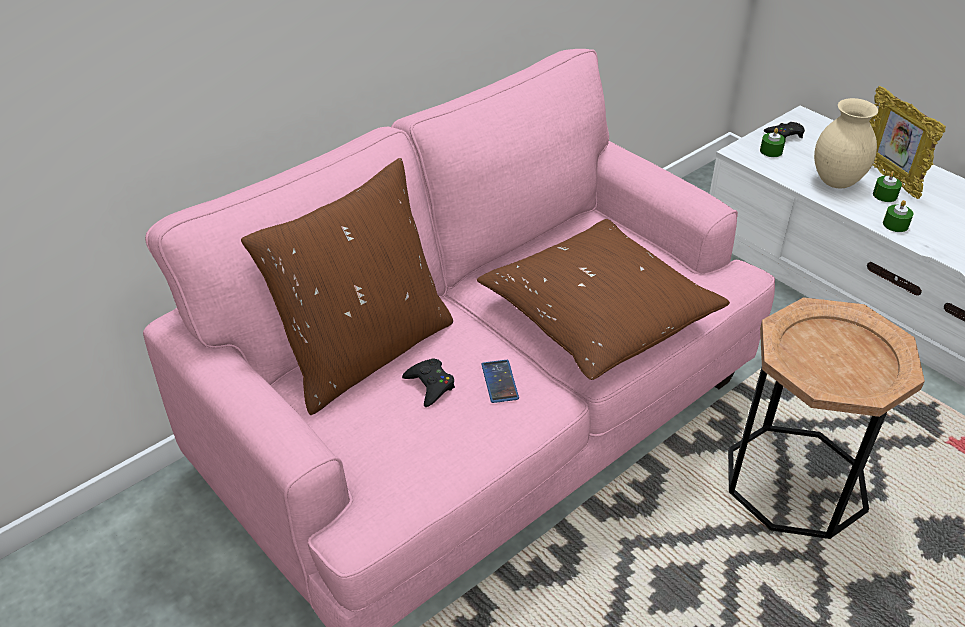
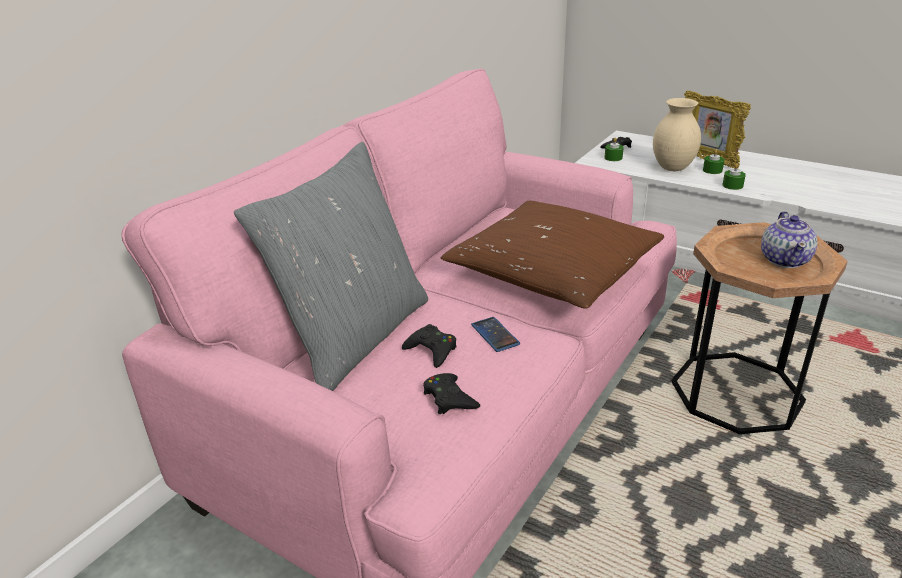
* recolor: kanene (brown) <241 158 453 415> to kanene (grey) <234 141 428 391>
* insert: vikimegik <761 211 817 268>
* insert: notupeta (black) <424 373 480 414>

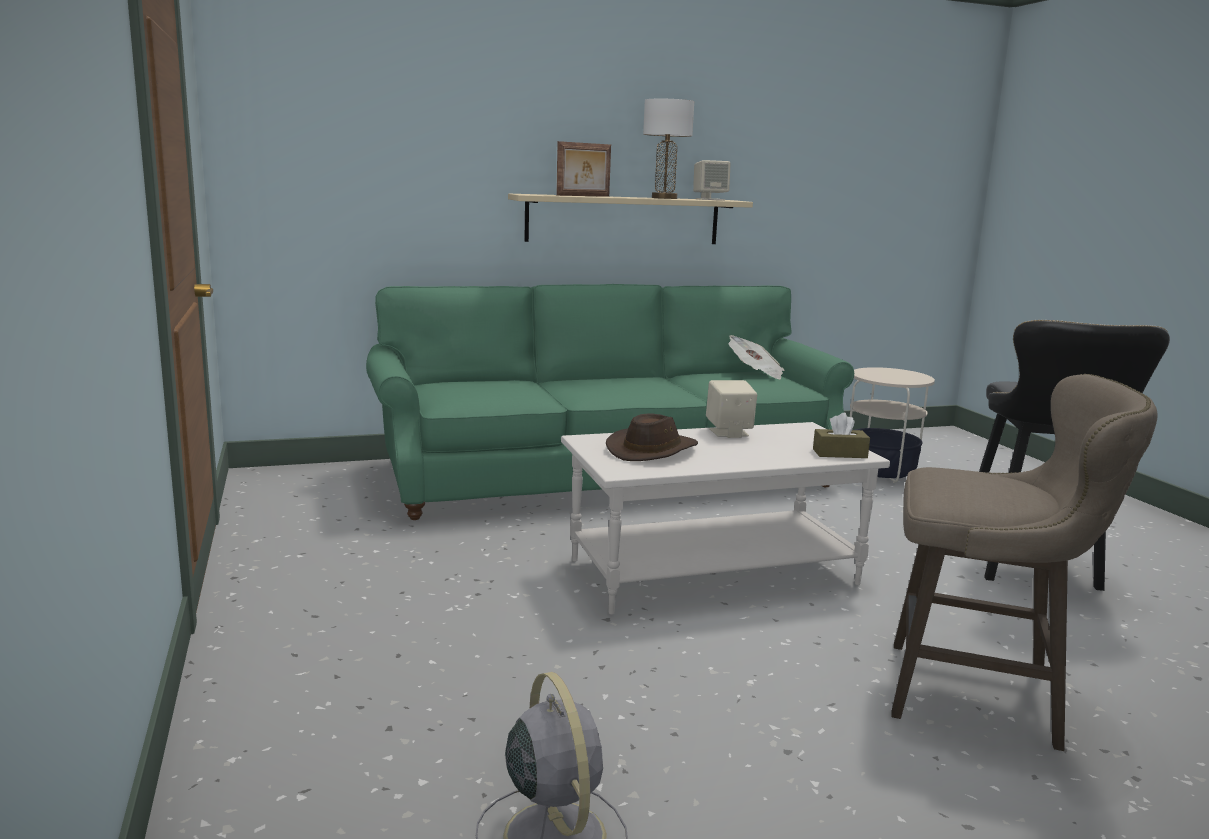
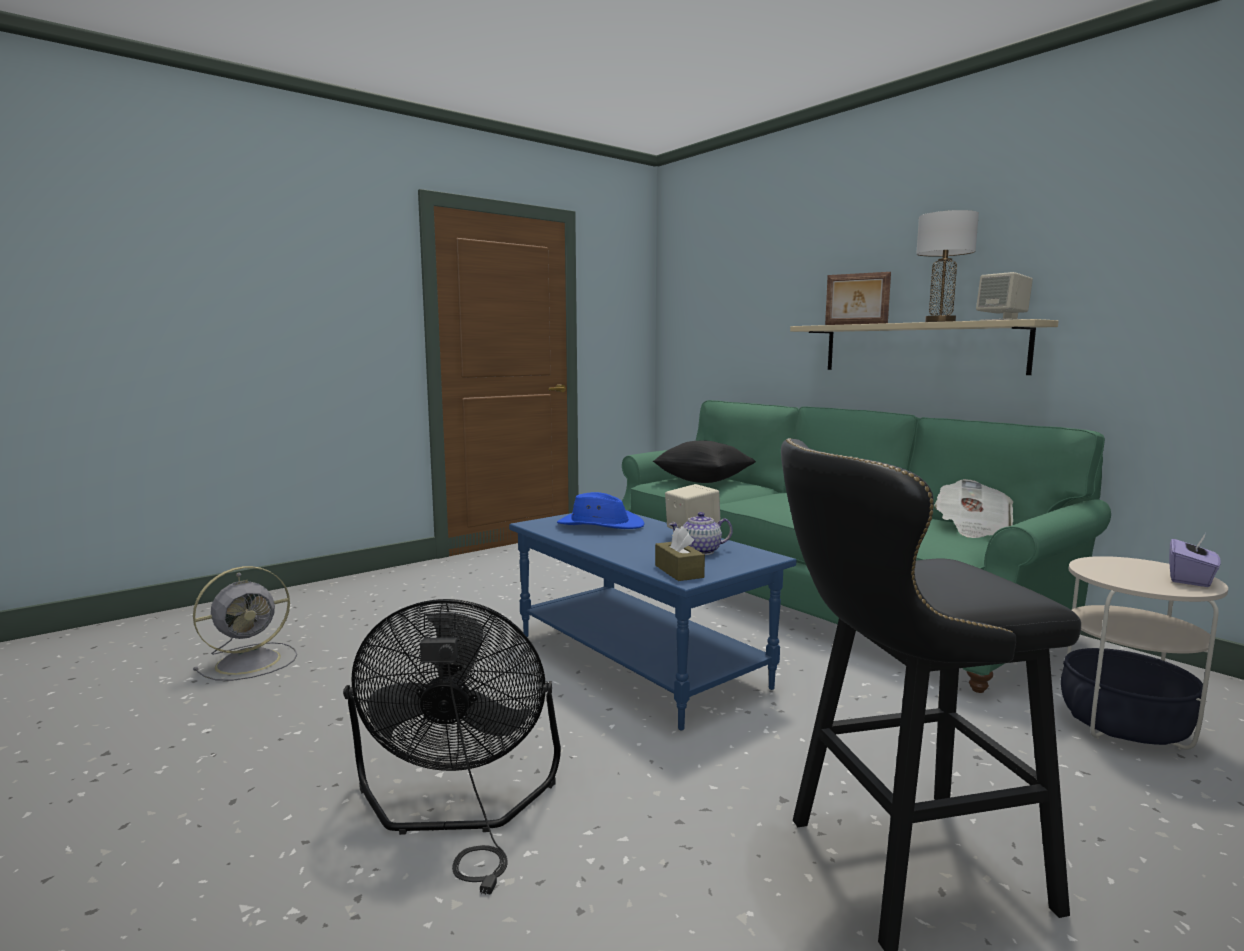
* replace: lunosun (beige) <891 374 1157 751> to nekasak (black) <343 599 561 895>
* recolor: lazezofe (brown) <606 413 698 461> to lazezofe (blue) <557 492 645 529>
* recolor: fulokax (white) <561 422 890 615> to fulokax (blue) <509 513 796 731>
* insert: kanene (black) <653 441 756 483>
* insert: vikimegik <668 512 733 555>
* insert: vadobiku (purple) <1169 534 1221 587>

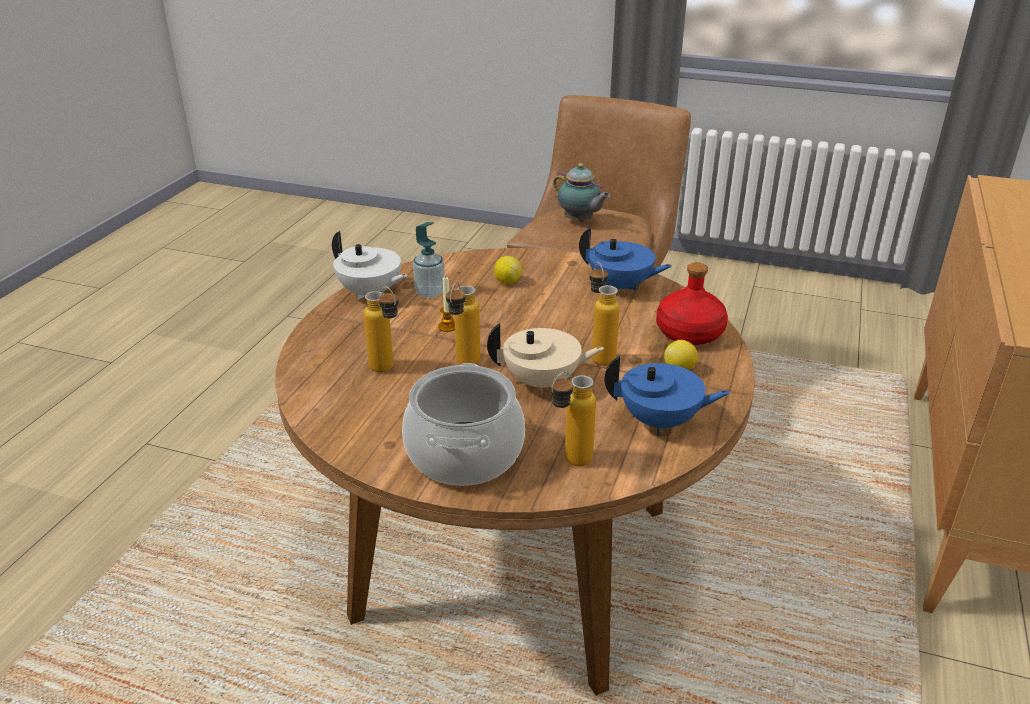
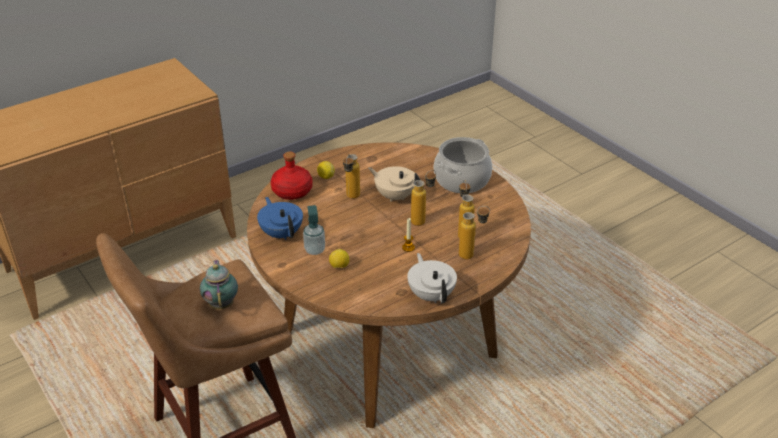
* move: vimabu <413 222 445 298> to <303 205 325 255>
* delete: vikimegik (blue) <605 355 730 435>
* move: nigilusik <551 372 596 466> to <459 206 490 259>

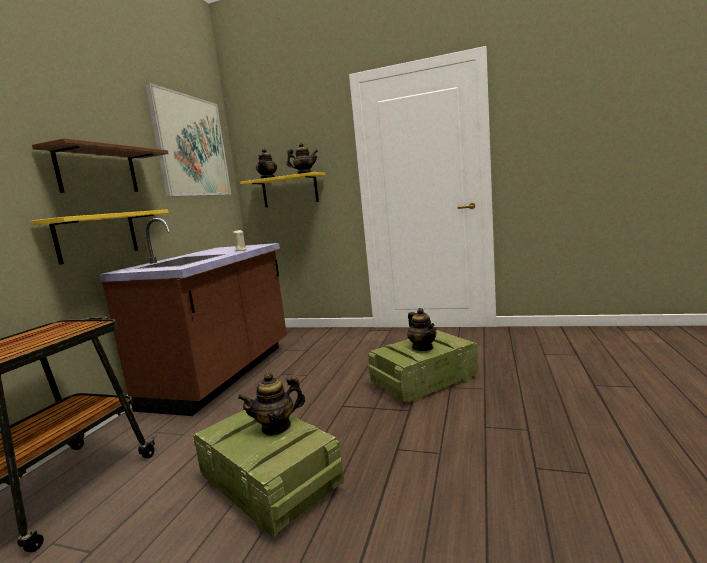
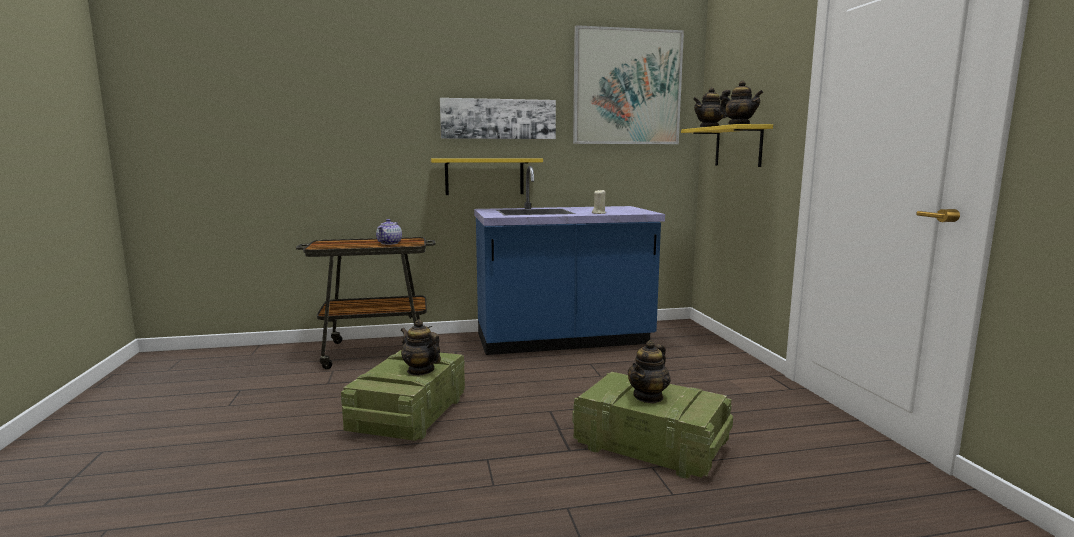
* replace: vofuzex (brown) <32 138 169 193> to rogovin <440 98 556 139>
* recolor: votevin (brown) <99 218 287 416> to votevin (blue) <474 166 665 355>
* insert: vikimegik <376 219 402 245>

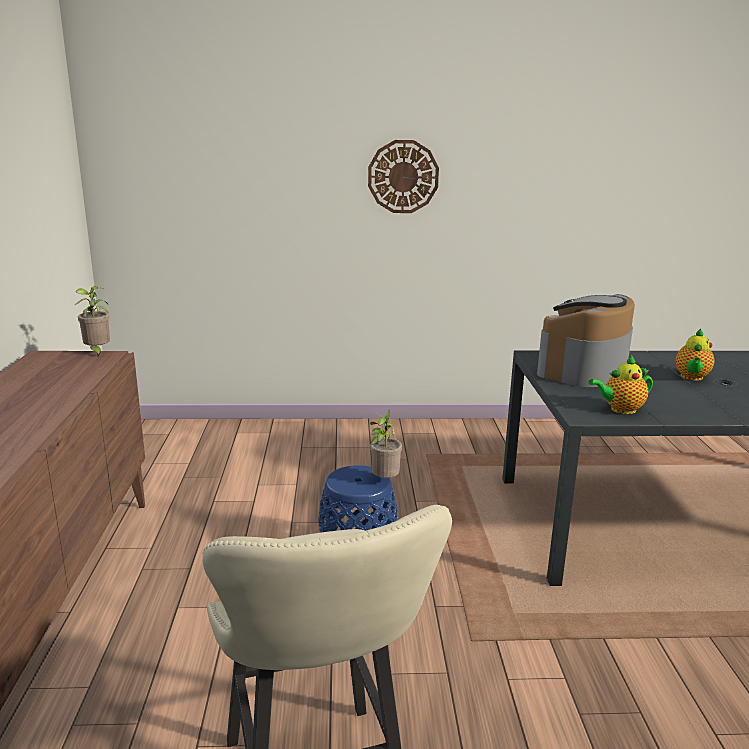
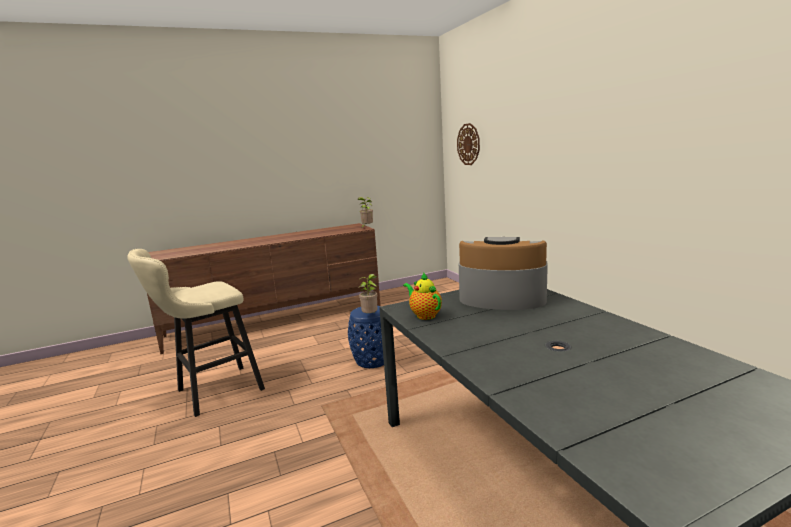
* move: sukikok <368 140 439 213> to <457 123 480 165>
* delete: vikimegik <675 328 715 381>

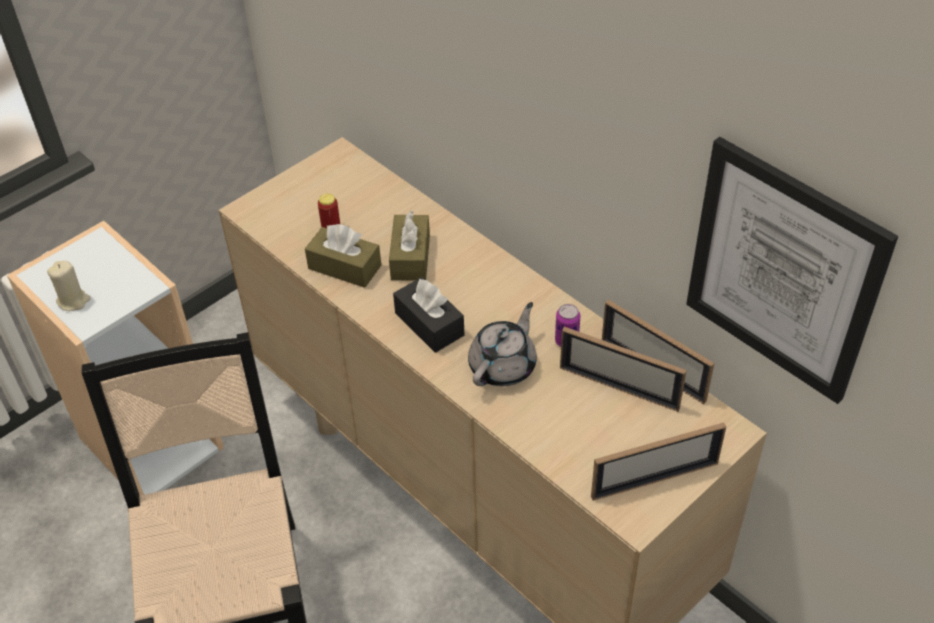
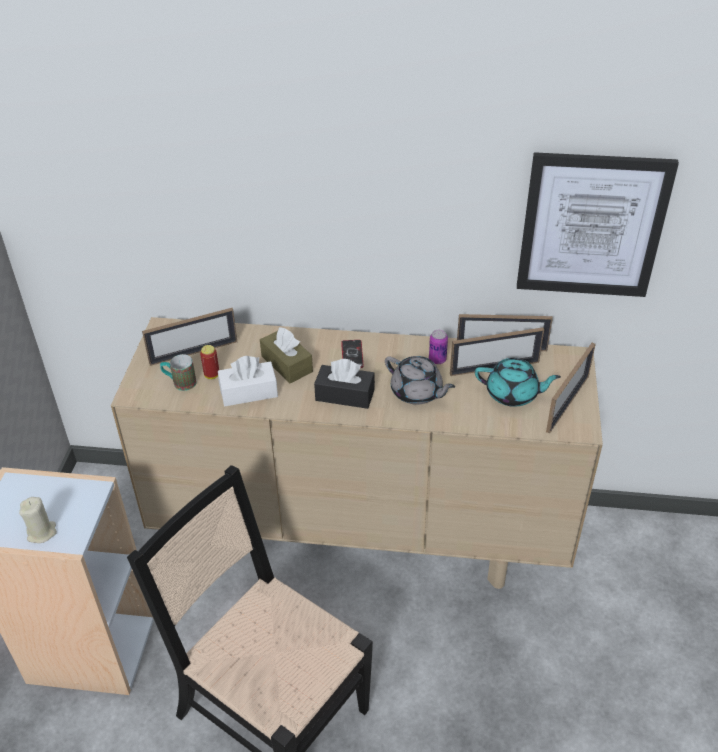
* recolor: vadobiku (brown) <305 224 381 288> to vadobiku (white) <218 356 278 406>
* rotate: vikimegik (grey) <468 302 537 386> = <385 356 455 405> 135 degrees clockwise
* insert: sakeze <142 308 237 366>
* insert: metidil <341 340 364 368>
* insert: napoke <160 354 196 391>
* insert: vikimegik (turquoise) <475 358 561 407>

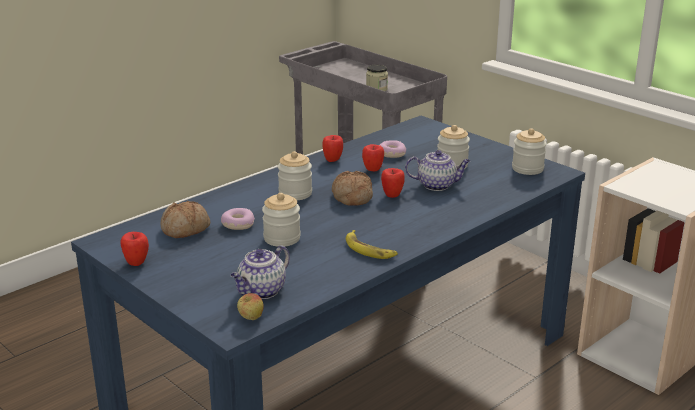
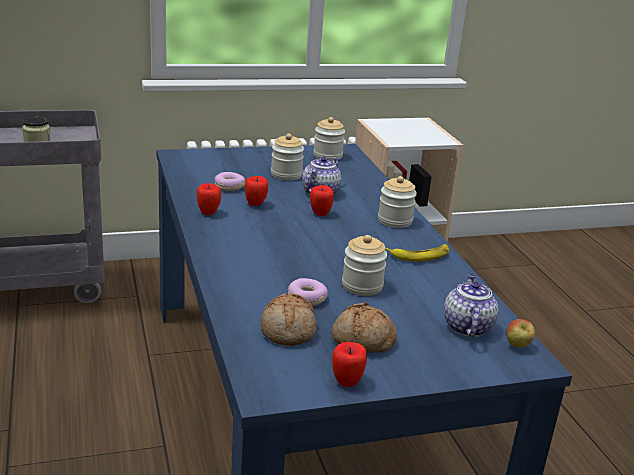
* move: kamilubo <278 151 312 200> to <378 176 417 228>
* move: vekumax <332 171 373 206> to <332 302 397 353>
* rotate: vikimegik <230 246 290 299> = <444 274 498 337> 150 degrees counterclockwise

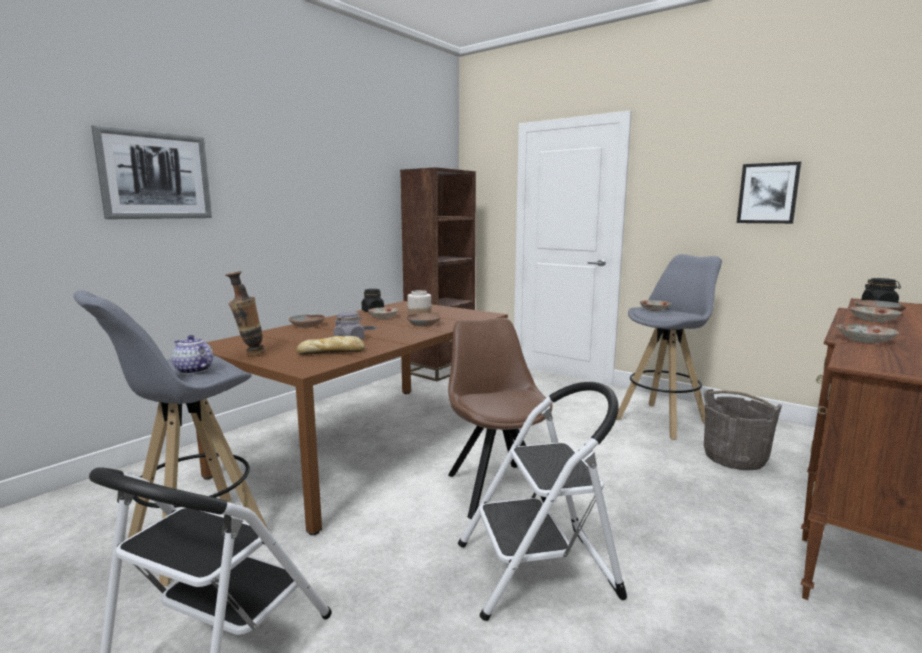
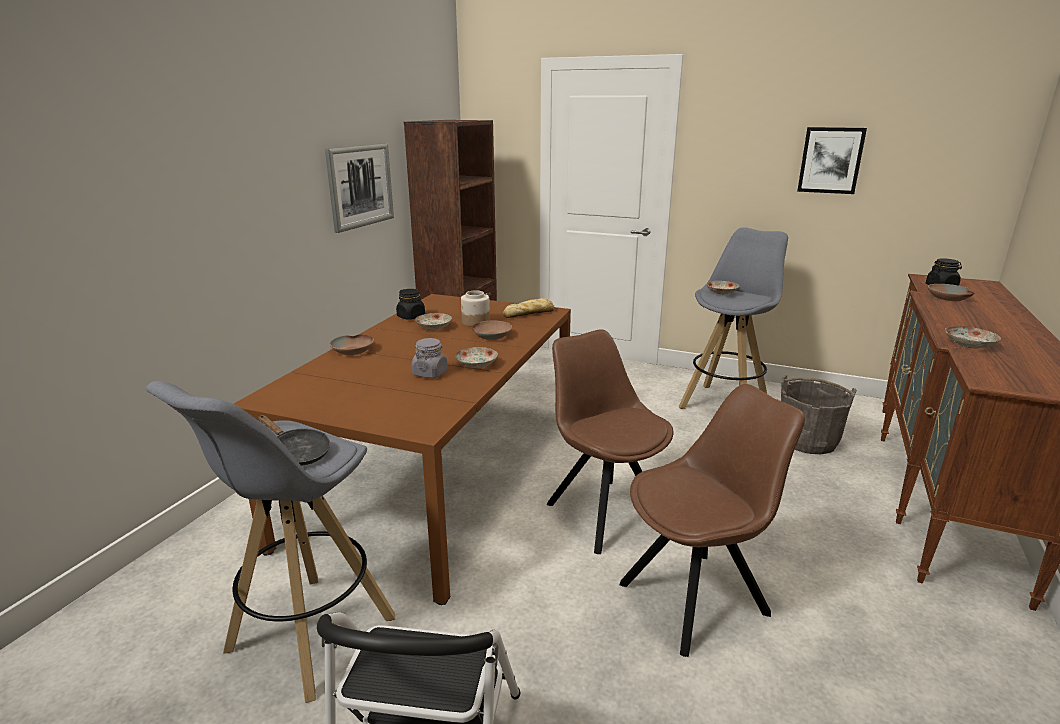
* move: rogovin <91 125 212 219> to <325 143 394 233>
* delete: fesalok <225 271 266 356>
* move: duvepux <850 307 902 322> to <455 347 498 368>
* replace: vikimegik <172 335 213 374> to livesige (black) <258 415 330 466>
* move: vekumax <297 336 365 355> to <503 298 555 318>
* replace: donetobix <458 382 627 621> to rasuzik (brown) <620 384 805 657>

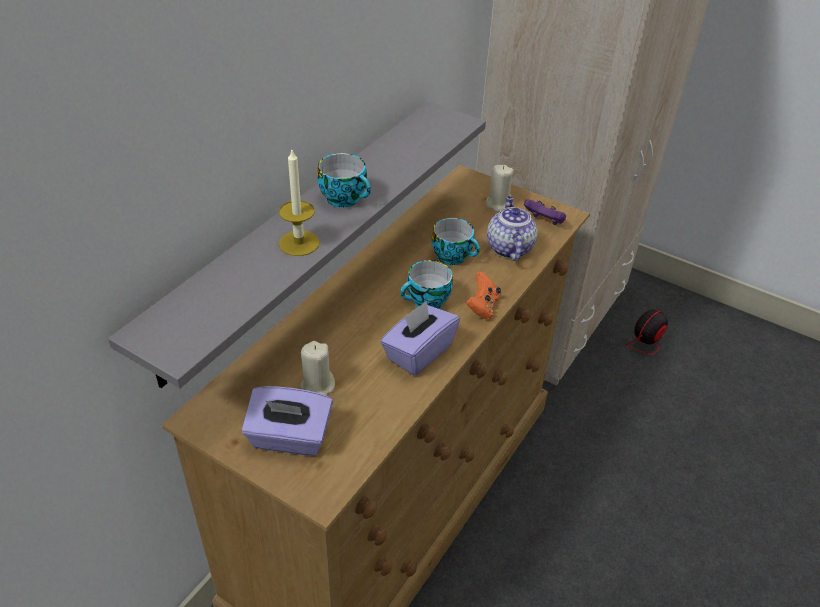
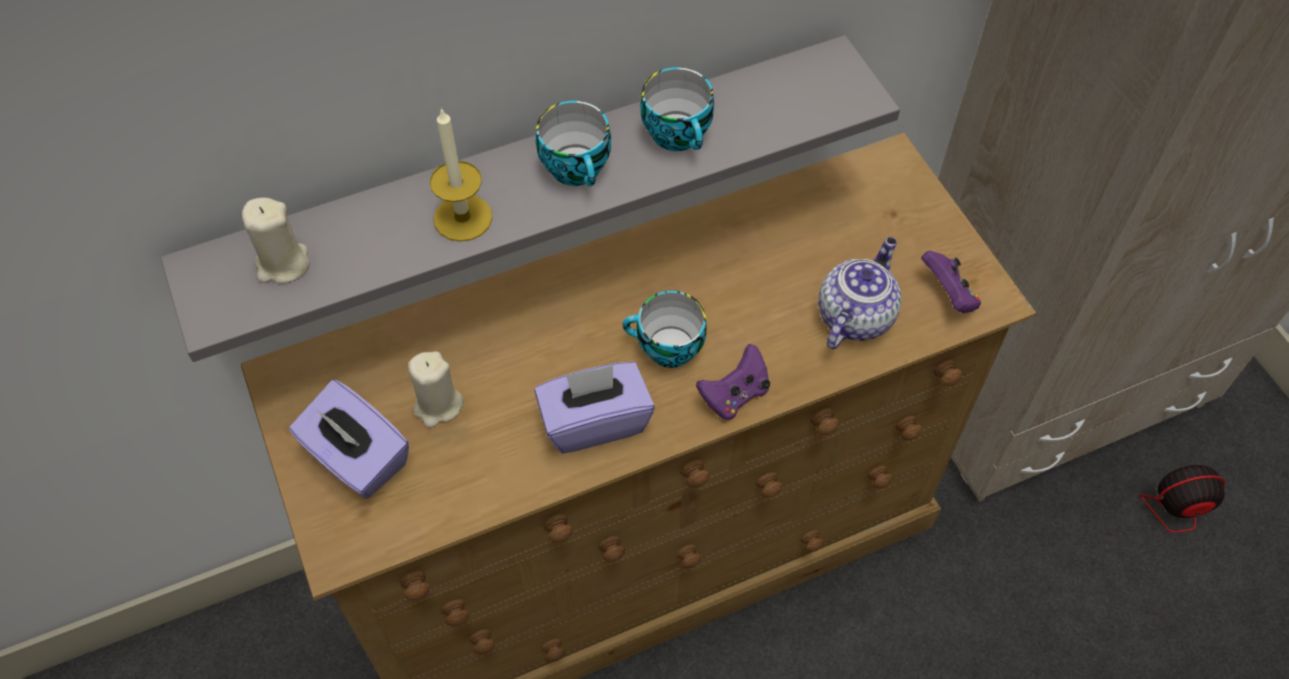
* move: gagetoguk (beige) <486 165 514 212> to <242 198 310 284>
* move: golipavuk <431 218 480 265> to <640 67 714 151>
* recolor: notupeta (orange) <466 271 501 319> to notupeta (purple) <696 344 770 420>

